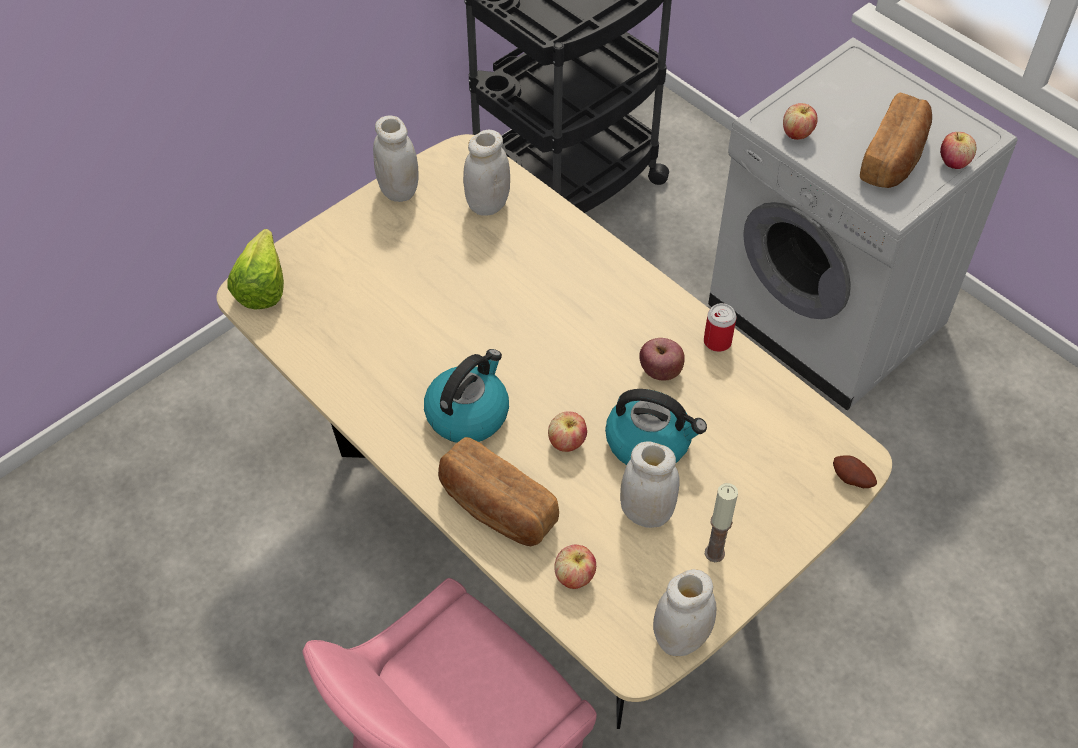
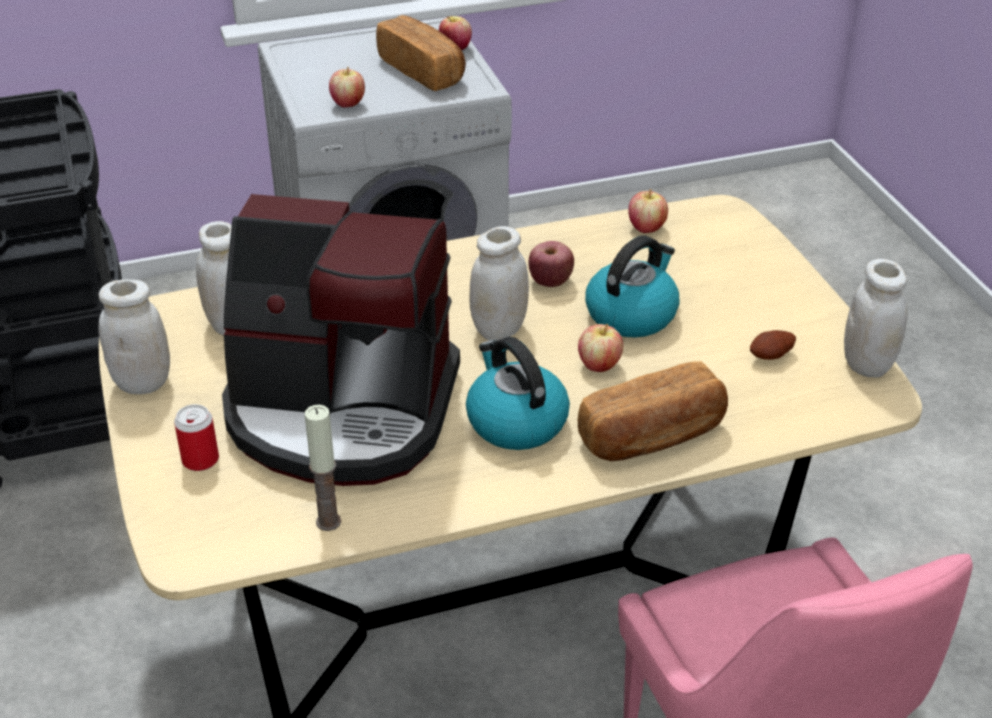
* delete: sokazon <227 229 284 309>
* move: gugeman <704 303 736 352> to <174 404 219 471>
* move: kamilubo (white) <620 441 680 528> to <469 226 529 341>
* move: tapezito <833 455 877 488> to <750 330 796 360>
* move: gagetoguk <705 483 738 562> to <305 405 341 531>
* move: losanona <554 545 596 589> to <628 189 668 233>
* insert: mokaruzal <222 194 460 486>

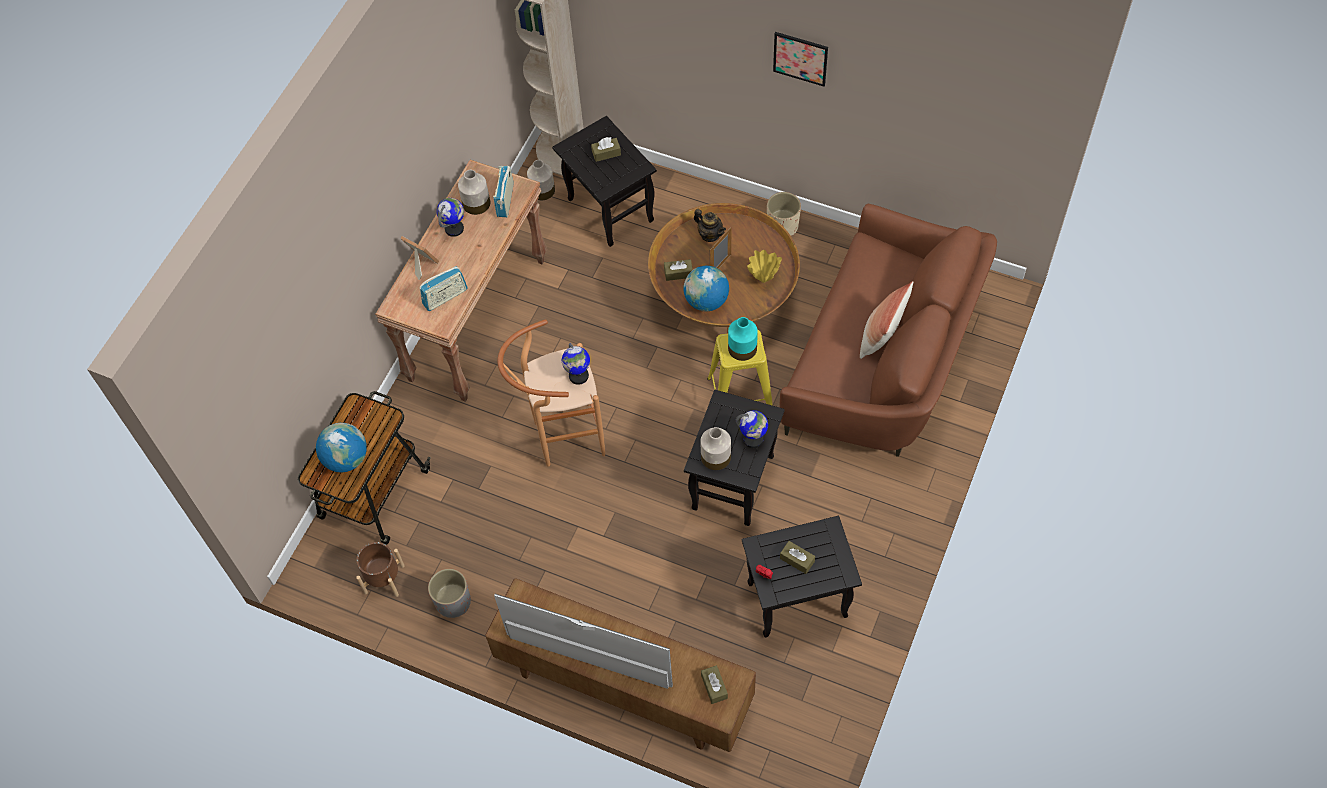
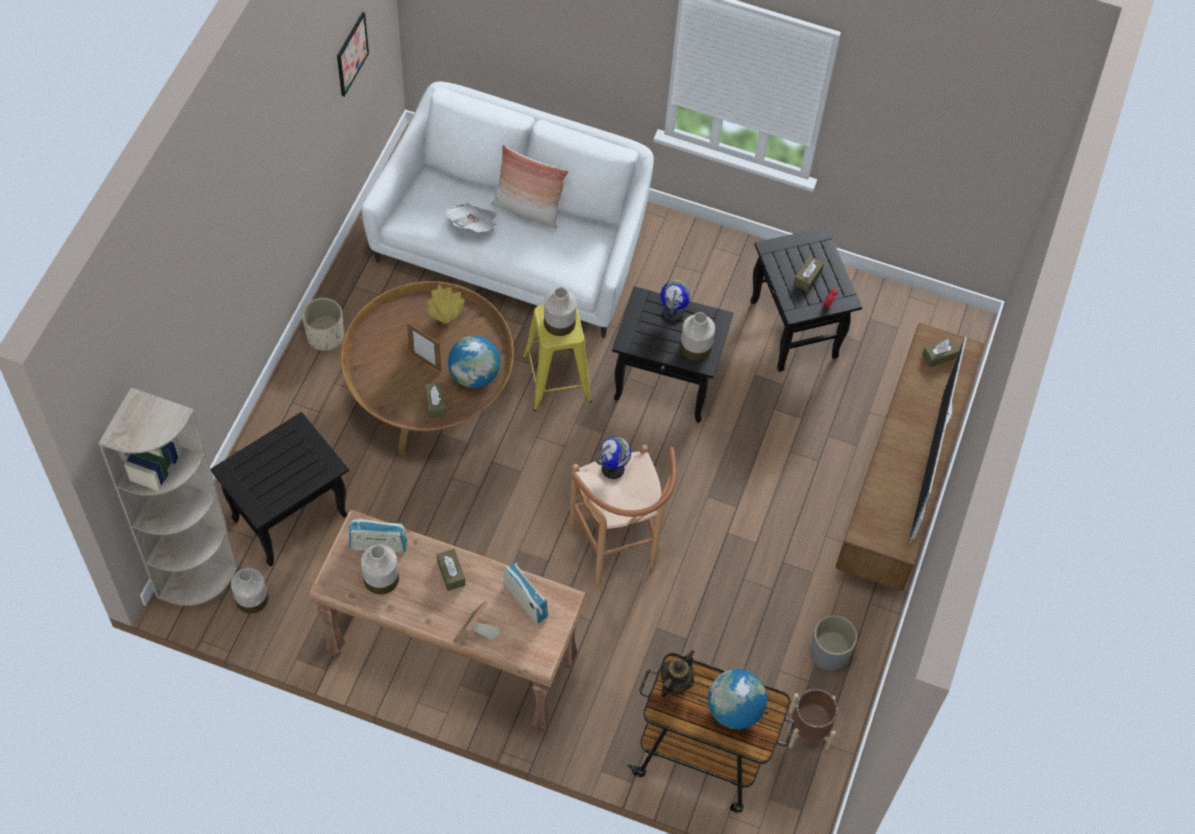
* move: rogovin <773 32 828 86> to <337 12 369 97>
* move: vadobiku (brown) <591 137 621 162> to <437 549 465 591>
* delete: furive <437 198 464 237>
* recolor: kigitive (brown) <780 204 997 457> to kigitive (white) <362 81 654 338>
* move: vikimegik <694 209 726 242> to <661 650 695 697>
* recolor: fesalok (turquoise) <728 317 758 361> to fesalok (beige) <544 287 577 336>
* insert: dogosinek <445 203 497 232>

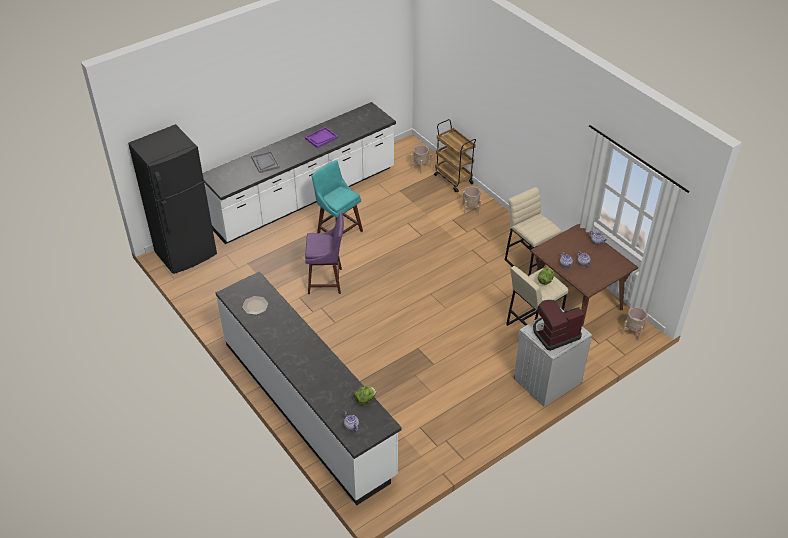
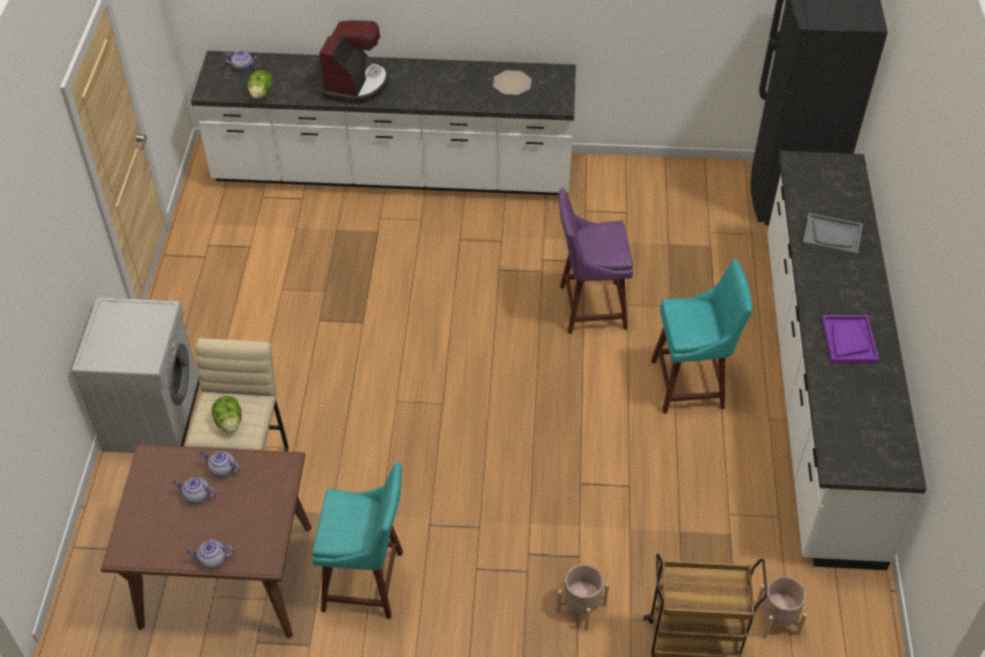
* replace: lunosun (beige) <505 187 562 276> to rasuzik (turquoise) <312 462 403 619>
* rotate: rasuzik (purple) <305 212 344 294> = <559 188 633 334> 45 degrees clockwise
* move: mokaruzal <533 300 584 351> to <319 20 389 104>
* delete: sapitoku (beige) <622 307 648 341>

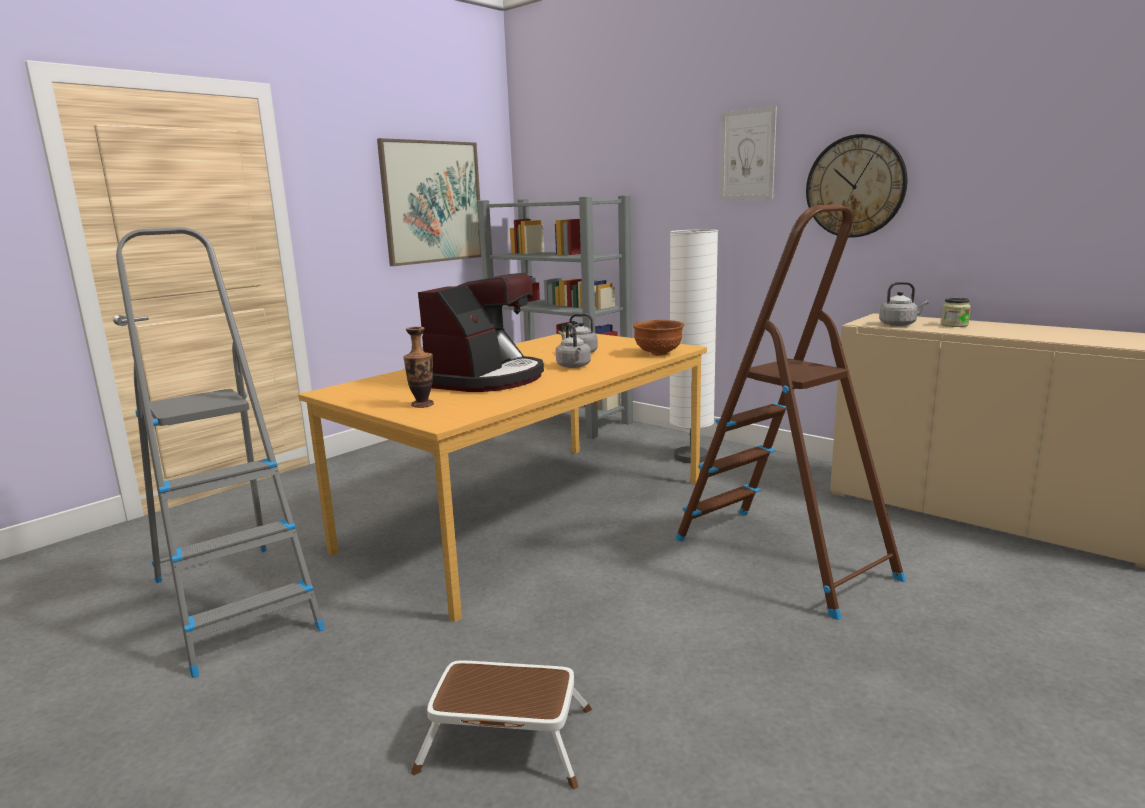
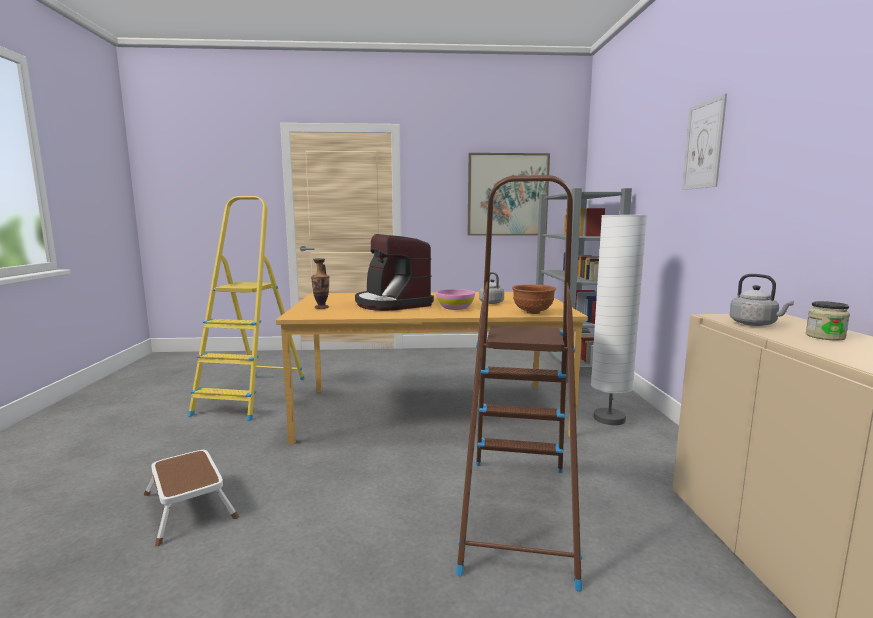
* delete: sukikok <806 134 908 238>
* recolor: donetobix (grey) <116 227 325 678> to donetobix (yellow) <188 196 305 421>
* rotate: mokaruzal <418 273 544 392> = <355 234 434 311> 75 degrees clockwise
* replace: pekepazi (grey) <556 323 591 368> to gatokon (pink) <436 289 475 310>

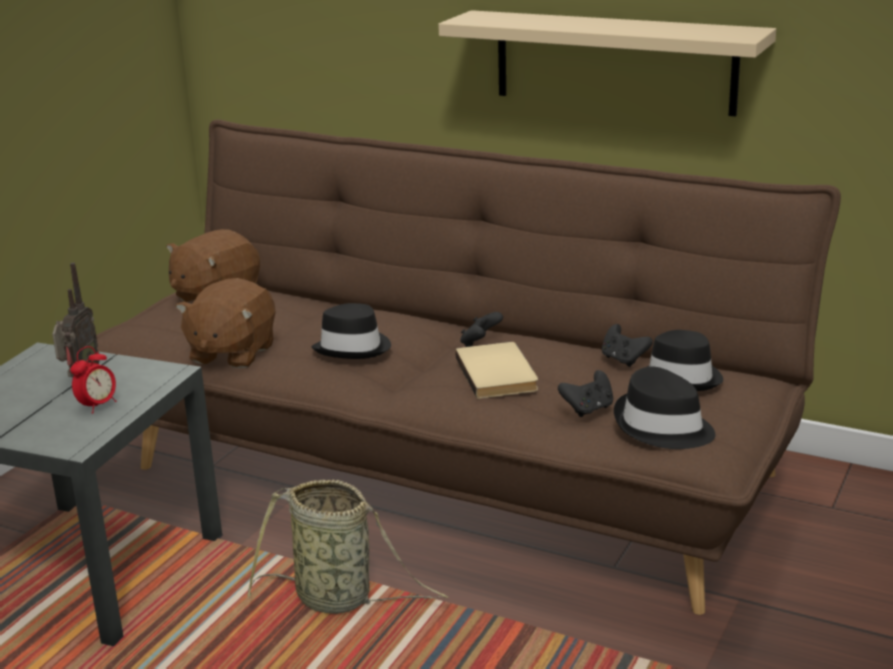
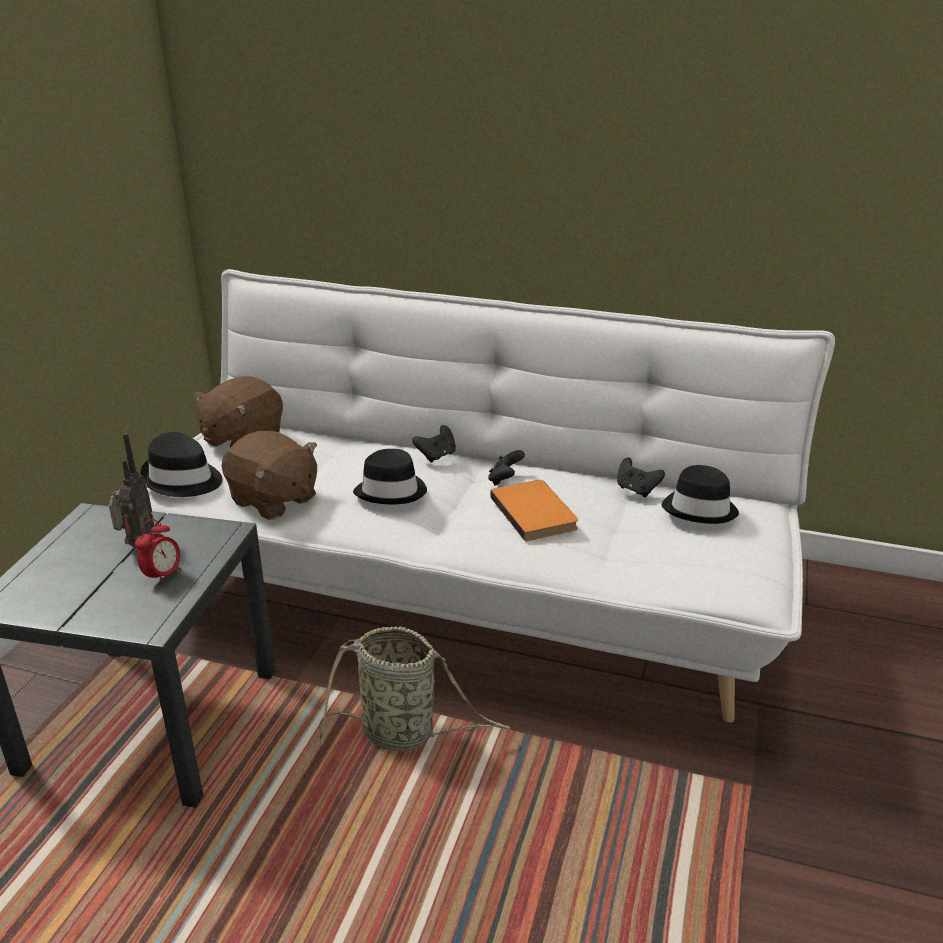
* delete: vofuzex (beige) <438 10 776 117>
* recolor: kigitive (brown) <96 119 841 615> to kigitive (white) <146 269 835 723>
* rotate: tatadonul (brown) <175 278 276 368> = <221 431 317 520> 60 degrees counterclockwise
* recolor: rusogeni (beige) <455 342 538 399> to rusogeni (orange) <490 480 578 541>
* move: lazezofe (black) <614 367 715 449> to <140 432 222 497>
* move: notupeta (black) <558 370 613 417> to <412 425 456 463>

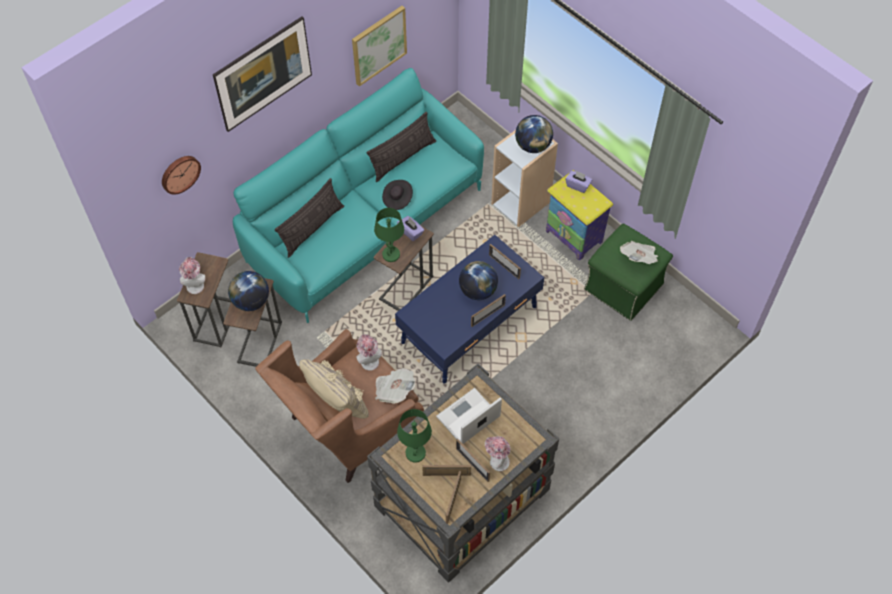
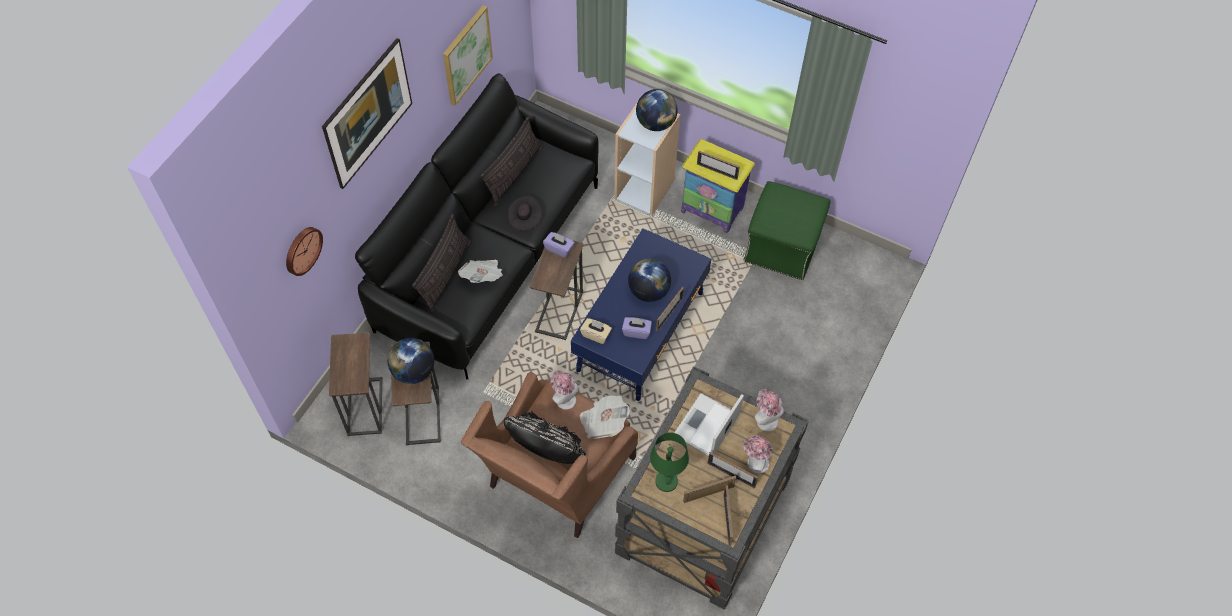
* recolor: kigitive (turquoise) <233 68 484 323> to kigitive (black) <355 73 599 380>
* move: vadobiku (purple) <565 170 592 193> to <622 317 652 339>
* delete: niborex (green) <374 208 404 262>
* move: dogosinek <620 241 658 264> to <458 260 503 283>
* move: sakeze <489 244 521 279> to <697 151 740 180>
* move: lazezofe <179 257 205 294> to <754 389 784 432>
* recolor: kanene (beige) <299 359 369 419> to kanene (black) <504 410 586 464>
* insert: vadobiku (beige) <580 318 612 344>

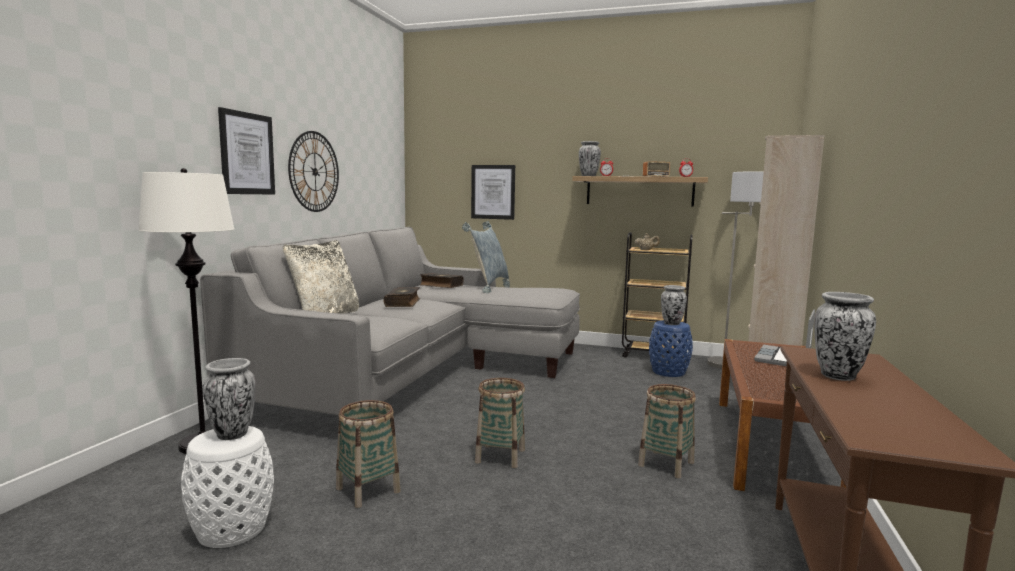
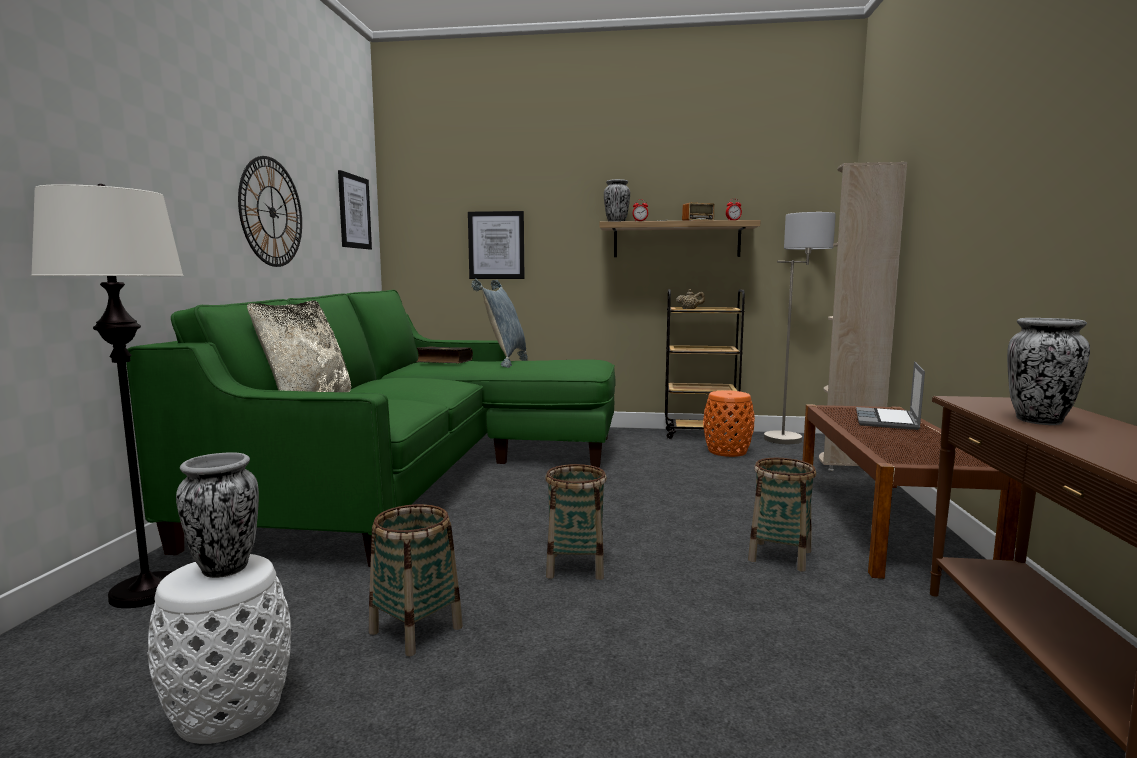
* move: rogovin <218 107 275 195> to <338 170 372 250>
* recolor: kigitive (grey) <200 227 580 415> to kigitive (green) <126 290 616 567>
* delete: fesalok <661 285 687 325>
* delete: rusogeni <383 287 420 307>
* recolor: lunosun (blue) <649 320 693 377> to lunosun (orange) <703 391 755 457>

